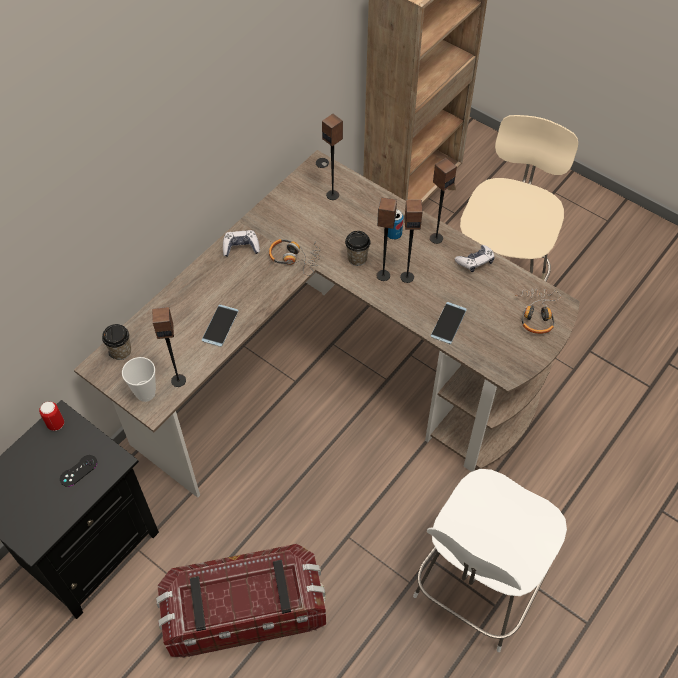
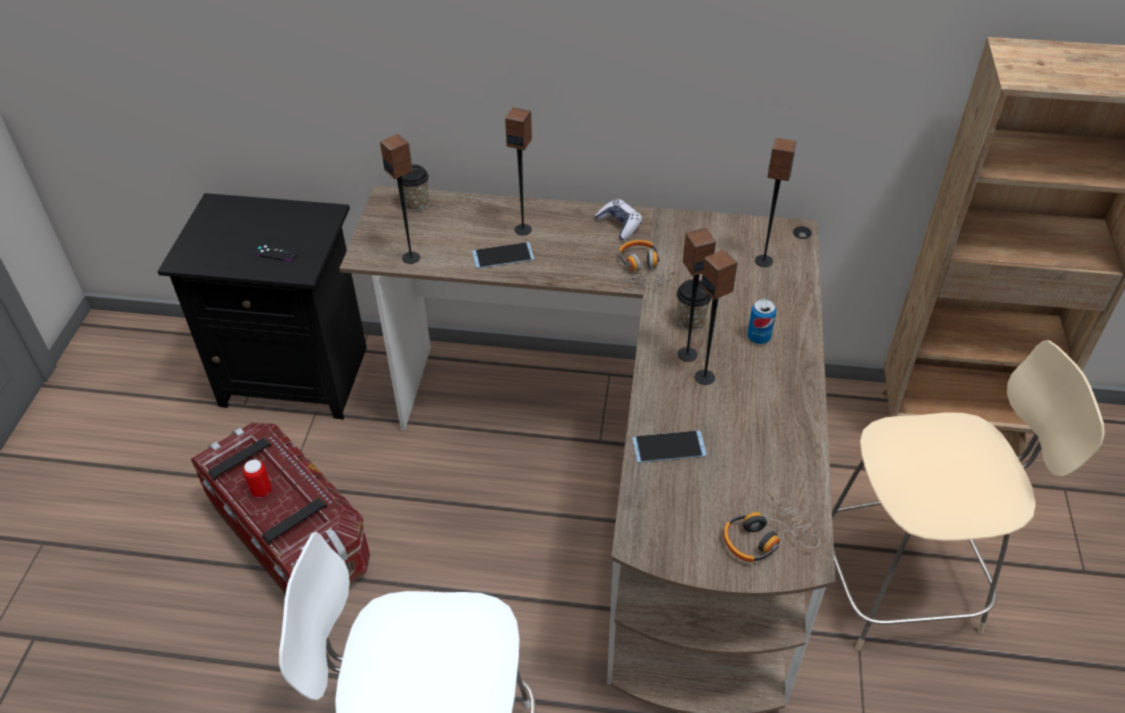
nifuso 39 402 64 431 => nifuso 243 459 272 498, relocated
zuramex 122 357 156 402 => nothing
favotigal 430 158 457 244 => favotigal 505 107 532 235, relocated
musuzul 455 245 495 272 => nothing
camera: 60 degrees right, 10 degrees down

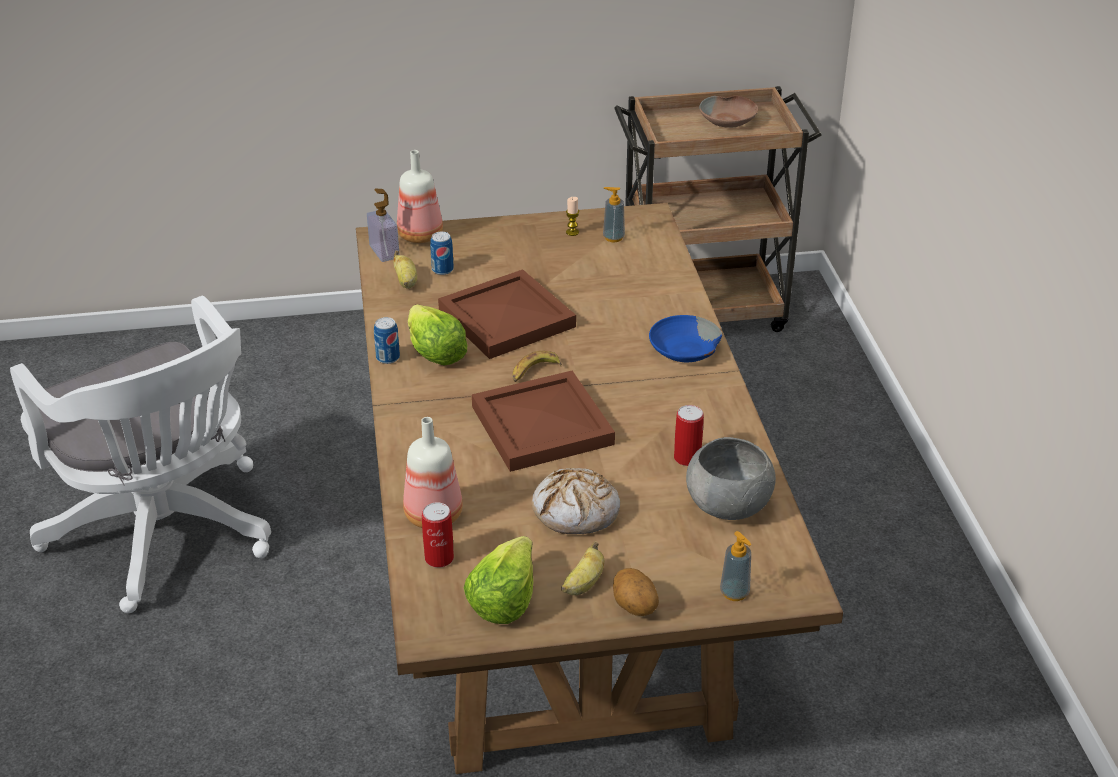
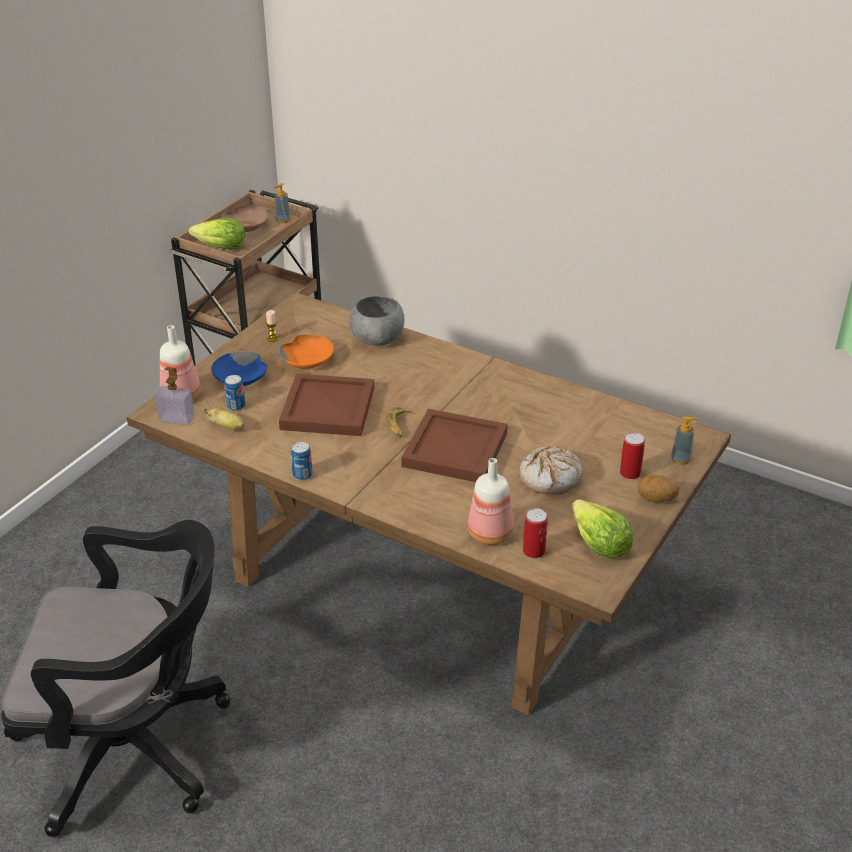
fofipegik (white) 10 296 271 613 => fofipegik (black) 1 520 230 837
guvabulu 408 304 467 366 => guvabulu 189 218 245 250, relocated
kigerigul 561 541 605 595 => nothing
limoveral 603 187 625 242 => limoveral 274 183 291 224, relocated
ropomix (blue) 649 315 722 362 => ropomix (blue) 211 351 268 386, relocated
nifuso 674 405 704 466 => nifuso 620 432 645 479, relocated
ropomix (grey) 686 437 776 520 => ropomix (grey) 350 295 405 346, relocated
nothing => ropomix (orange) 279 334 334 369
camera: 50 degrees left, 0 degrees up

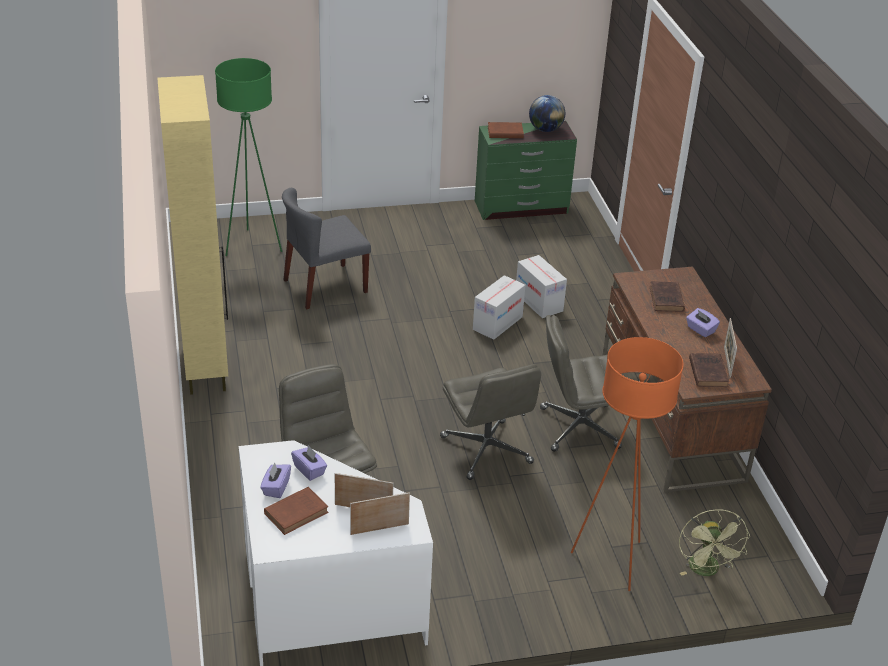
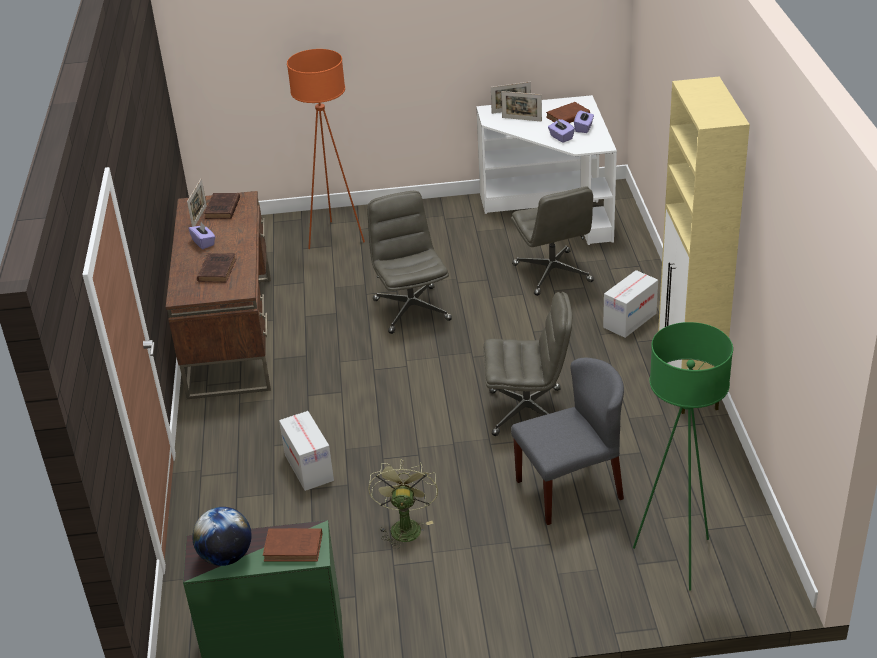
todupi 473 275 526 340 => todupi 603 270 658 338, relocated
fofipegik (grey) 540 315 625 452 => fofipegik (grey) 483 292 572 436, relocated
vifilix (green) 679 509 750 576 => vifilix (green) 368 459 438 549, relocated
camera: 170 degrees left, 0 degrees up

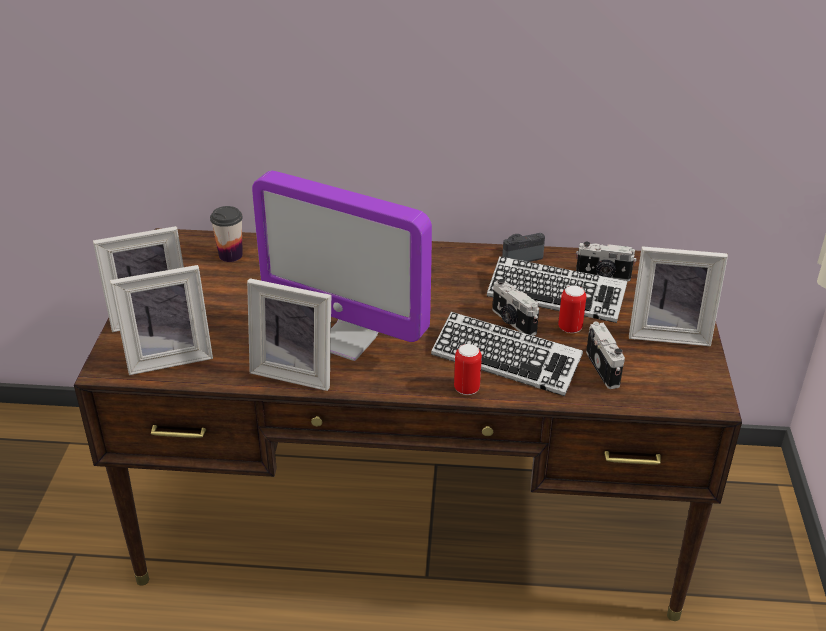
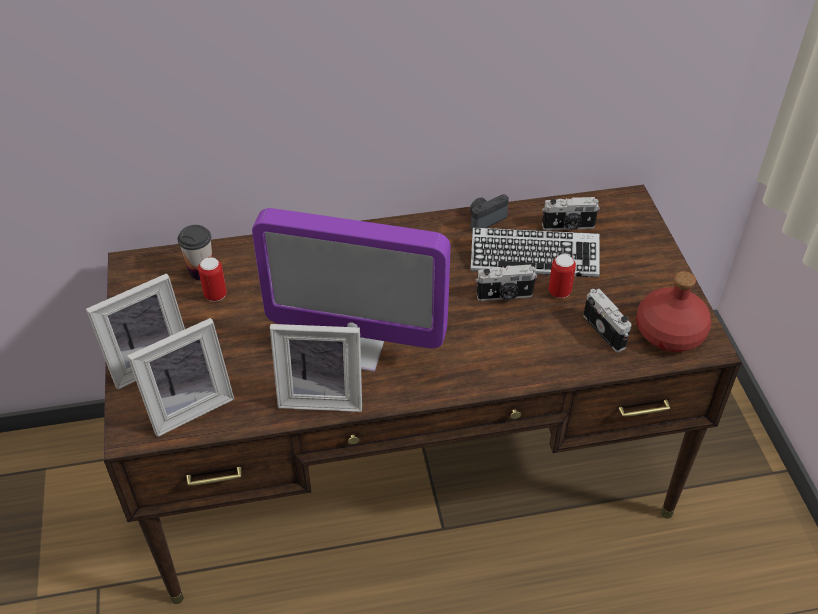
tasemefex 431 312 583 396 => nothing
nifuso 454 344 482 395 => nifuso 198 257 227 301, relocated
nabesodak 492 279 539 336 => nabesodak 476 264 537 301, 45 degrees counterclockwise
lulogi 629 246 728 346 => nothing
nothing => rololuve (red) 636 271 711 352
camera: 15 degrees left, 10 degrees up

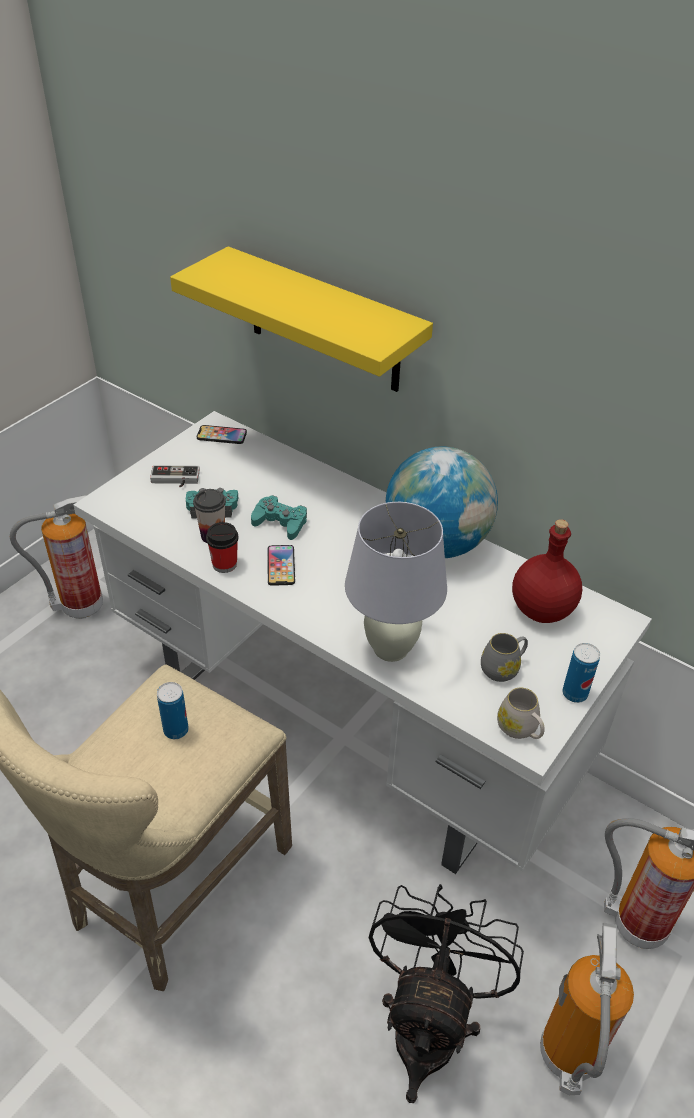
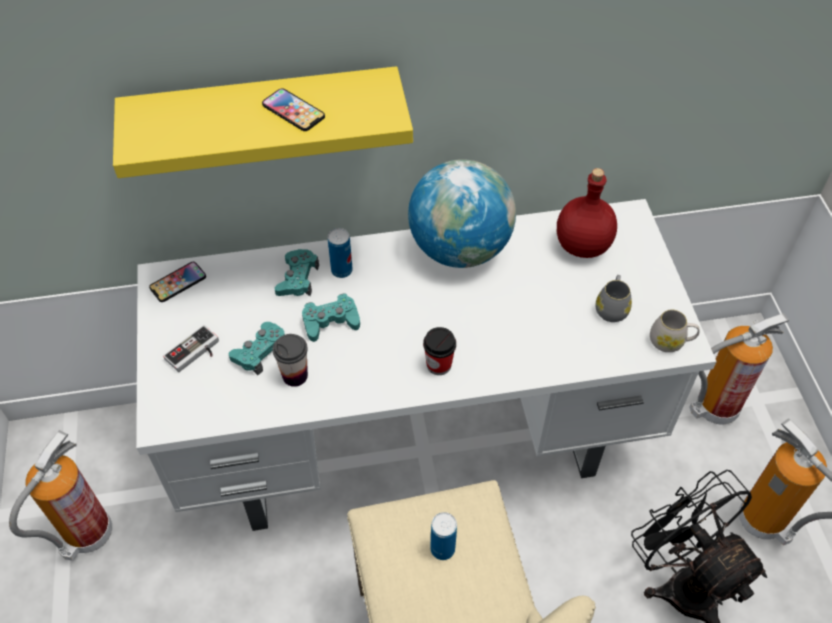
zuramex 206 522 239 573 => zuramex 423 327 456 375, relocated
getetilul 267 545 295 586 => getetilul 262 88 325 131, relocated
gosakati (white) 345 502 447 662 => nothing
nifuso 562 643 600 703 => nifuso 328 228 353 278, relocated
nothing => musuzul (turquoise) 274 249 319 296
camera: 45 degrees left, 10 degrees up

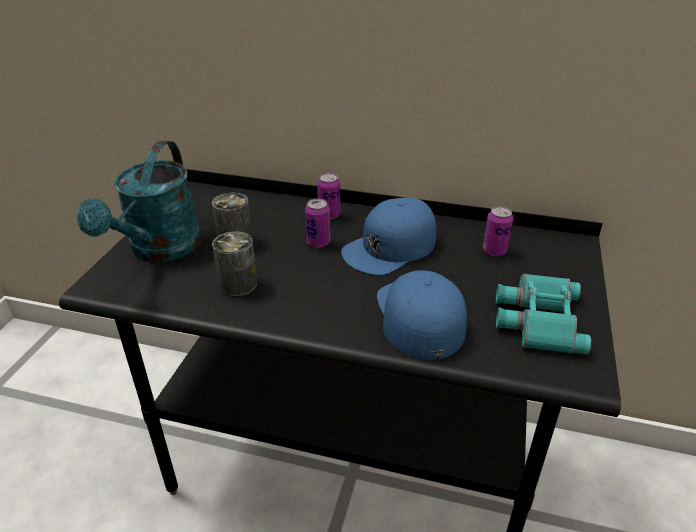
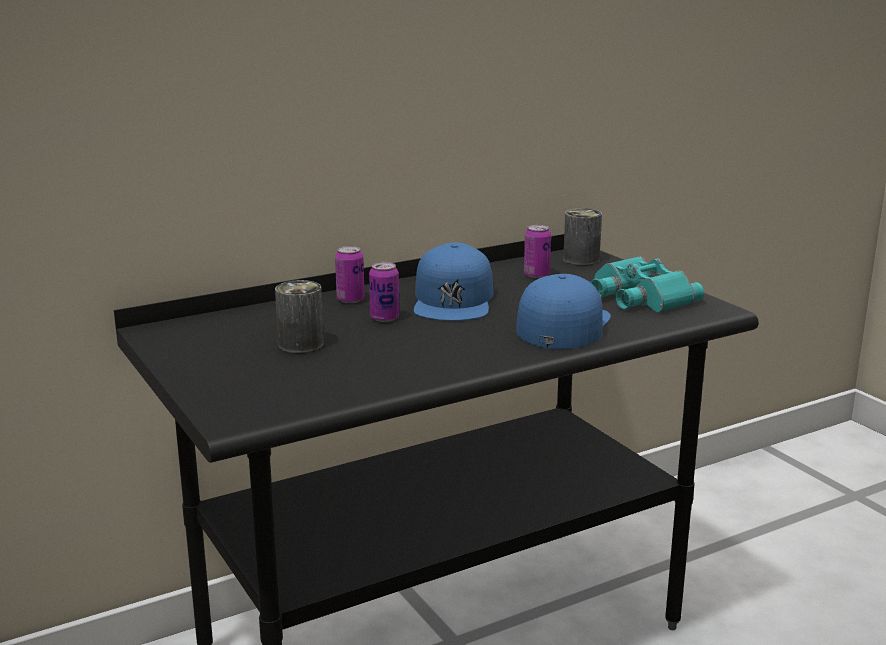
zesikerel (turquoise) 77 140 201 263 => nothing
nifuso 212 231 257 296 => nifuso 563 208 602 265, relocated
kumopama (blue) 377 270 467 360 => kumopama (blue) 516 274 611 349, 75 degrees clockwise
camera: 45 degrees left, 15 degrees down

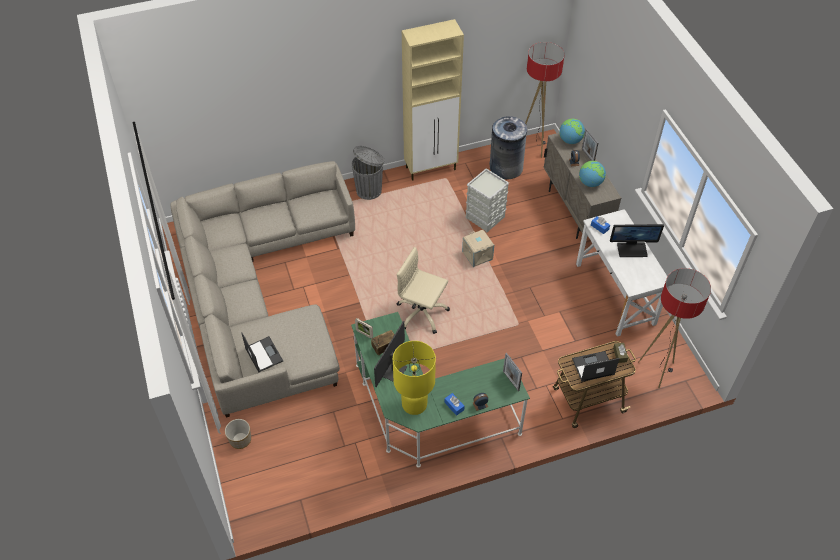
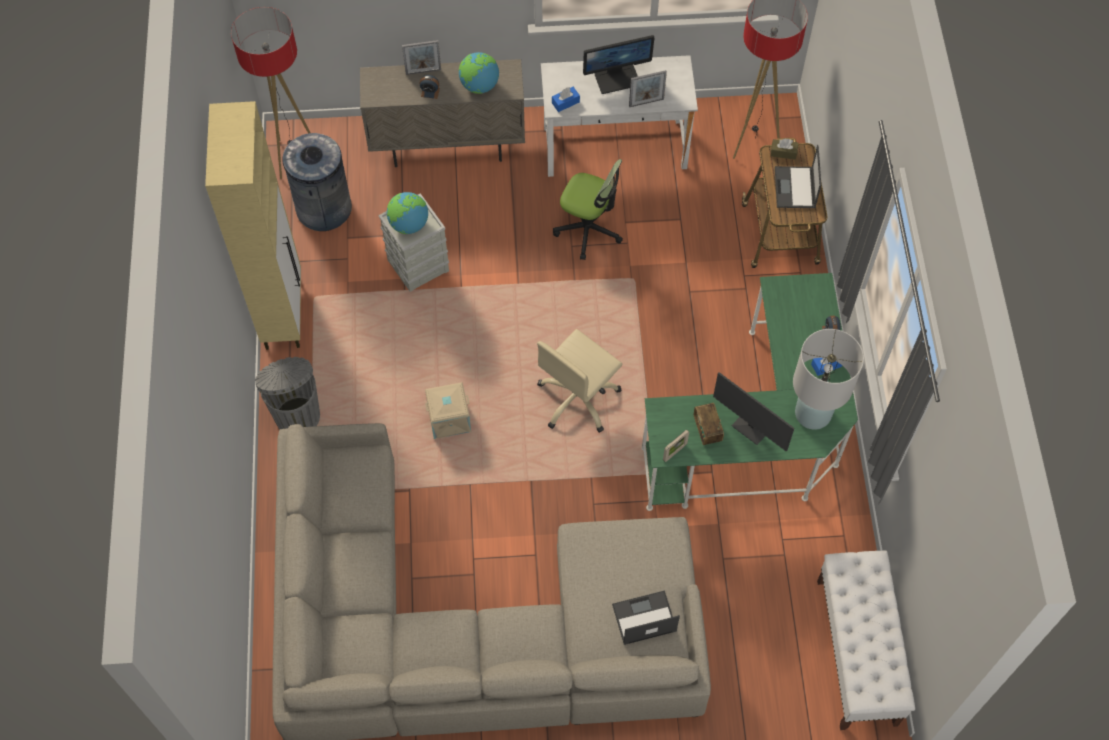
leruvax 225 419 251 449 => nothing
gosakati (yellow) 393 341 436 415 => gosakati (white) 793 329 864 430
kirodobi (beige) 462 230 494 267 => kirodobi (beige) 425 382 471 439, relocated
lulogi 503 353 522 391 => lulogi 629 70 667 107, relocated
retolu 559 119 585 144 => retolu 387 192 428 234, relocated
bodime 610 224 664 257 => bodime 583 35 654 94, 60 degrees clockwise
nothing => fofipegik 553 159 623 260
nothing => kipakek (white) 817 551 915 730
camera: 75 degrees left, 10 degrees up

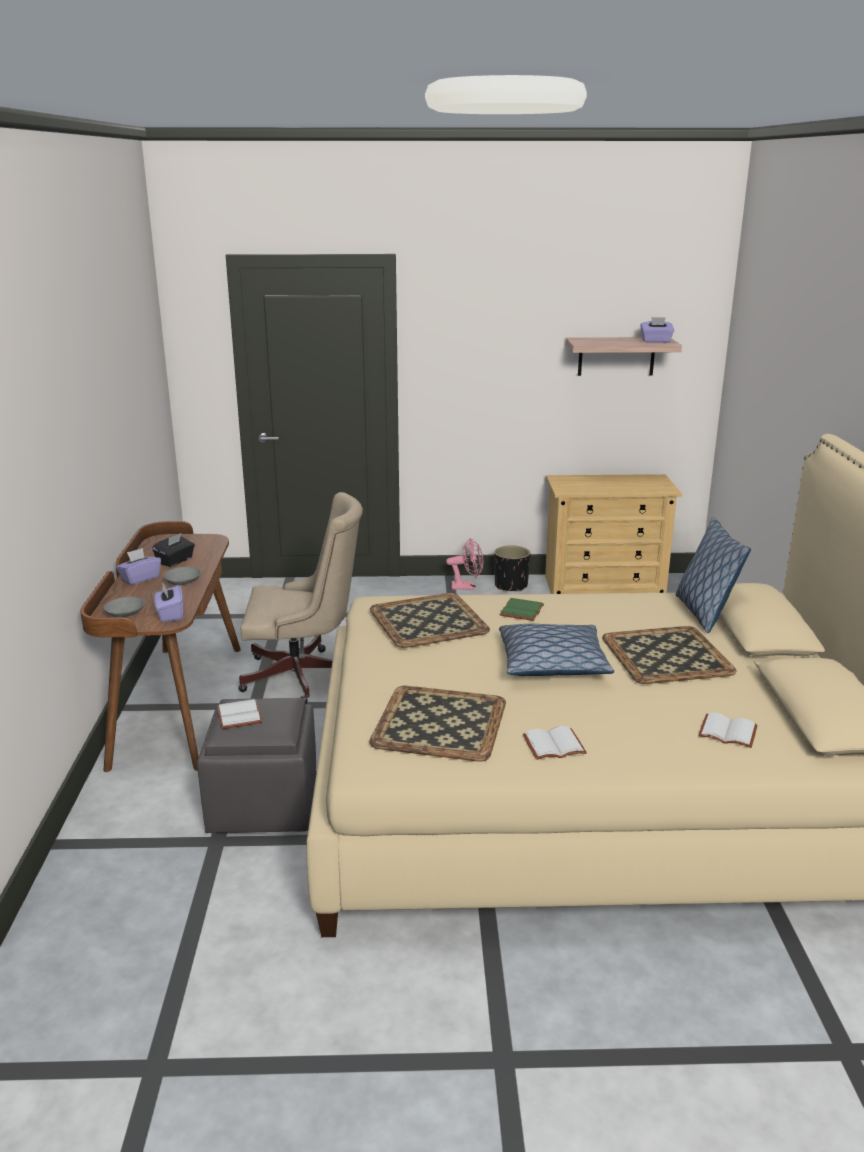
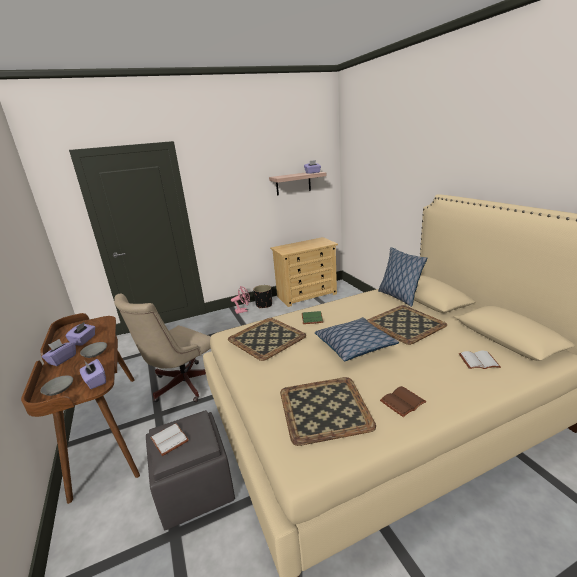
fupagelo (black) 152 533 195 567 => fupagelo (purple) 65 322 95 345
fofipegik (beige) 238 492 363 703 => fofipegik (beige) 114 294 211 402, 150 degrees clockwise
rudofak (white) 523 726 587 760 => rudofak (brown) 380 386 427 417
camera: 20 degrees left, 0 degrees up

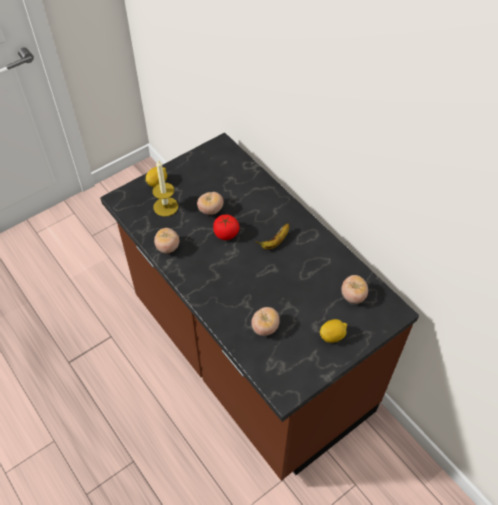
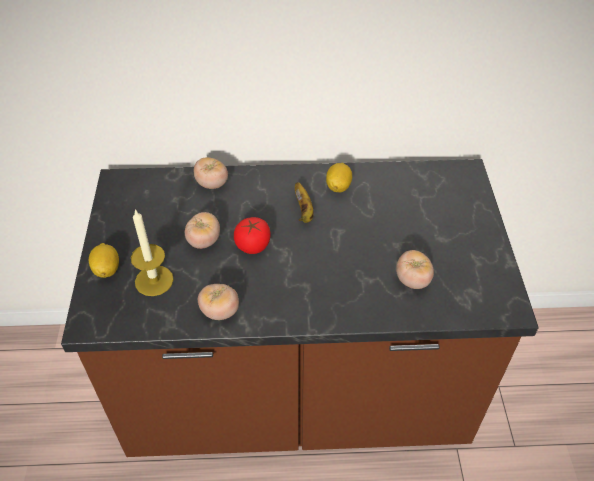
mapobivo 320 319 347 343 => mapobivo 326 163 352 192, relocated
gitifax 342 275 368 304 => gitifax 194 157 228 189, relocated
camera: 55 degrees left, 5 degrees down

